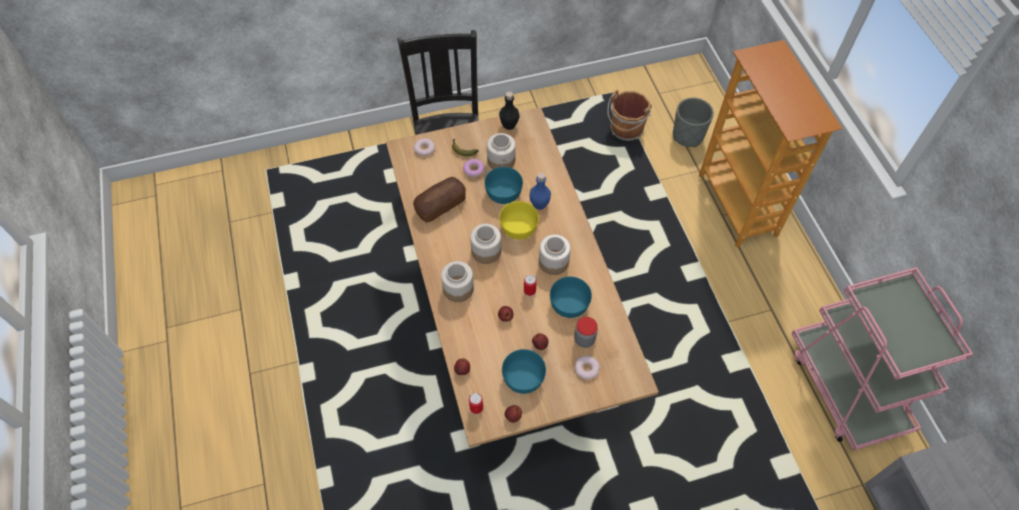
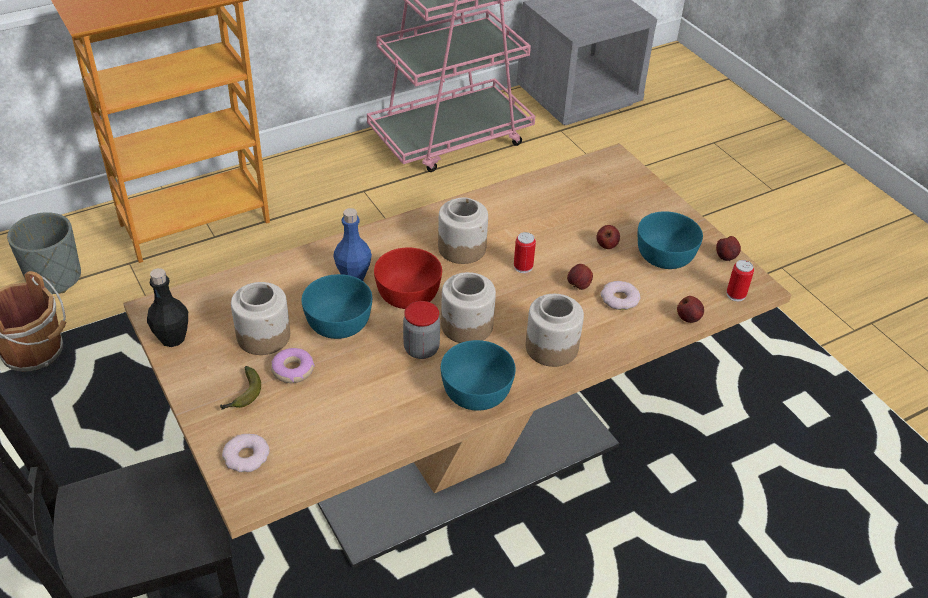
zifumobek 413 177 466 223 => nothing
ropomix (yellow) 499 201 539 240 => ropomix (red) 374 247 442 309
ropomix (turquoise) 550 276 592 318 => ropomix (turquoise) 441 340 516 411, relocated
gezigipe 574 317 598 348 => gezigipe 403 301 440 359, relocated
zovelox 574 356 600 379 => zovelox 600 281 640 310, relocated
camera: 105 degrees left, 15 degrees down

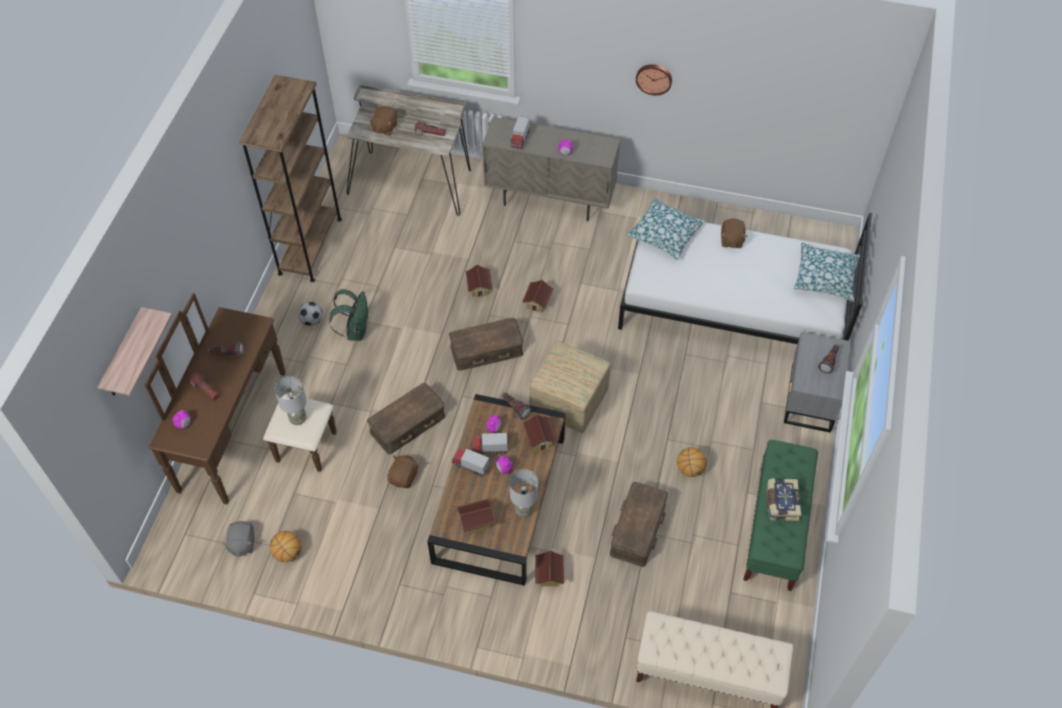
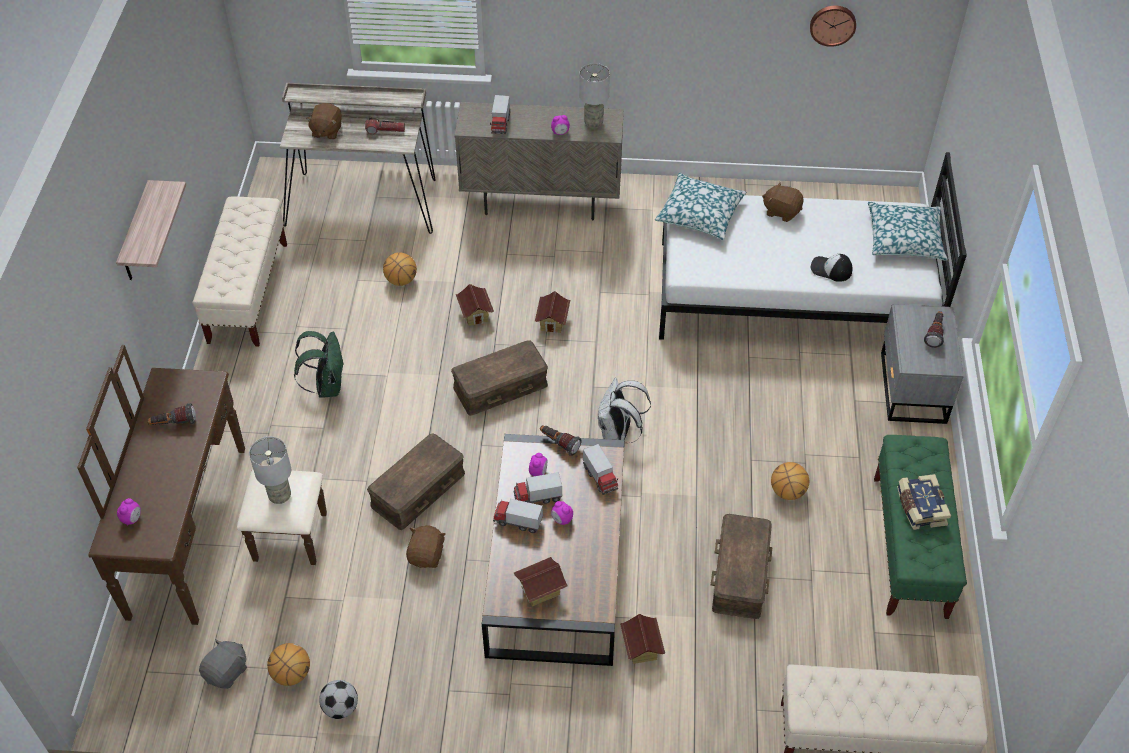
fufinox 98 307 172 396 => fufinox 116 180 186 280, relocated
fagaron 189 372 220 400 => nothing
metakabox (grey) 223 521 255 558 => metakabox (grey) 199 639 247 689, 135 degrees counterclockwise
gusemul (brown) 239 75 342 282 => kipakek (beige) 192 197 287 347
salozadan 298 301 323 326 => salozadan 319 680 358 719, relocated
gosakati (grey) 509 469 538 517 => gosakati (grey) 579 63 610 128, relocated
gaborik 523 415 558 452 => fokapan 583 444 618 495
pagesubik 529 341 610 433 => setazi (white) 598 377 651 443
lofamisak 636 64 672 95 => lofamisak 810 6 856 47, relocated
metakabox (brown) 721 219 747 248 => metakabox (brown) 762 182 804 222, 120 degrees clockwise
nothing => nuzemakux 383 252 417 286
nothing => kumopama 811 254 853 282
camera: 10 degrees left, 5 degrees down

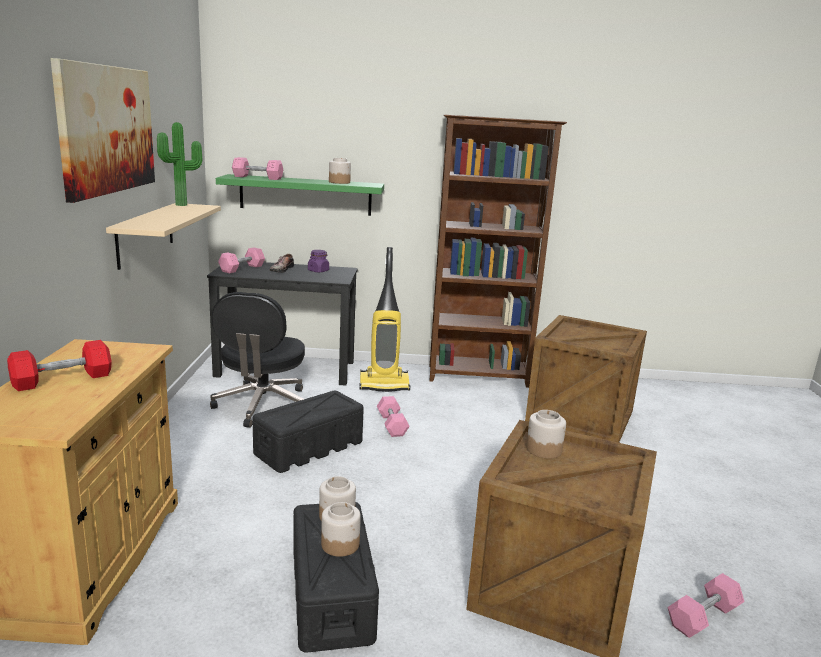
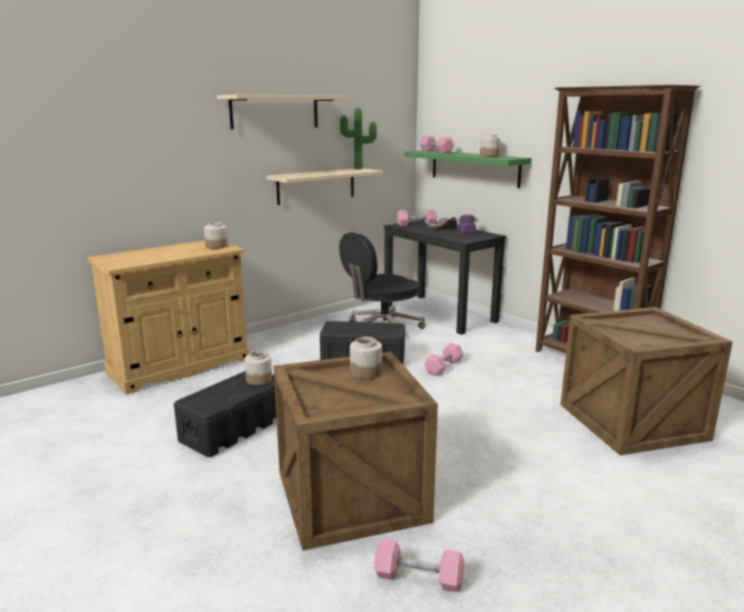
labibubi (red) 7 340 112 391 => nothing
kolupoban 50 58 155 203 => fufinox (beige) 217 95 348 130
gezigipe 321 502 361 557 => gezigipe 204 222 228 249, relocated
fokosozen 359 247 410 392 => nothing
camera: 50 degrees right, 0 degrees up

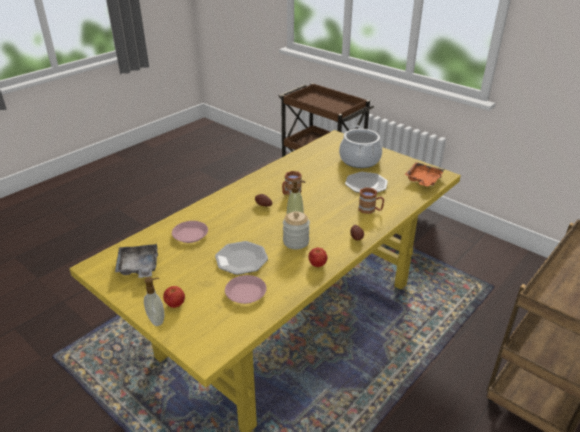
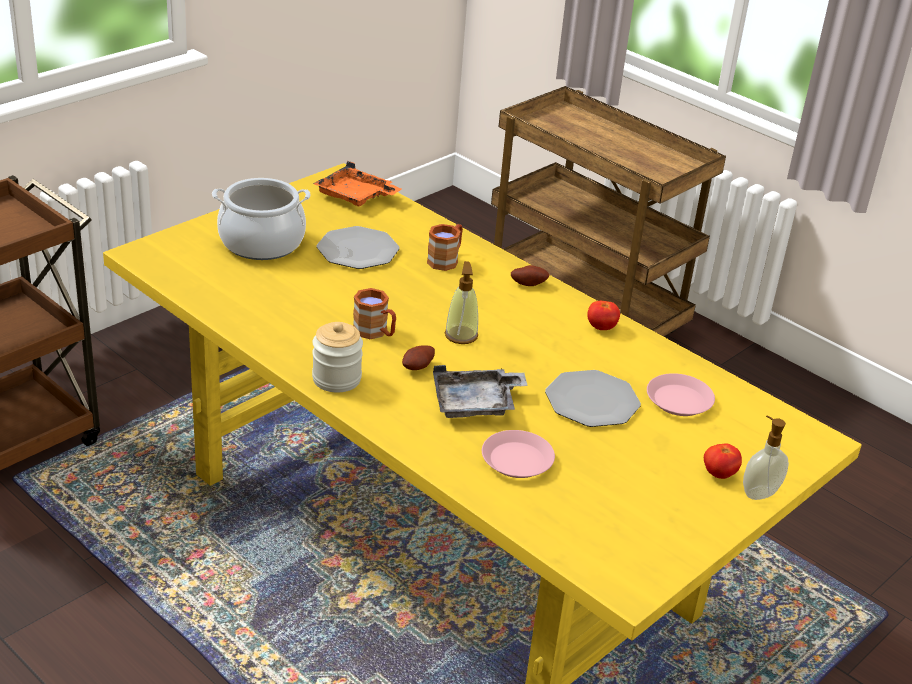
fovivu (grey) 115 244 158 278 => fovivu (grey) 433 365 528 418, relocated
gezigipe 283 212 310 249 => gezigipe 312 322 363 393, relocated
camera: 90 degrees left, 0 degrees up

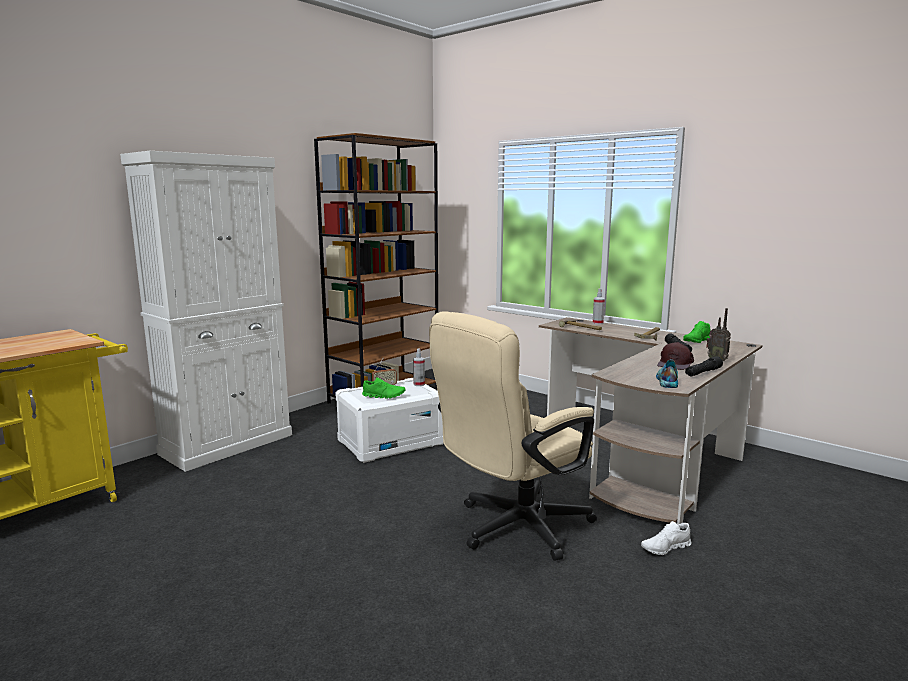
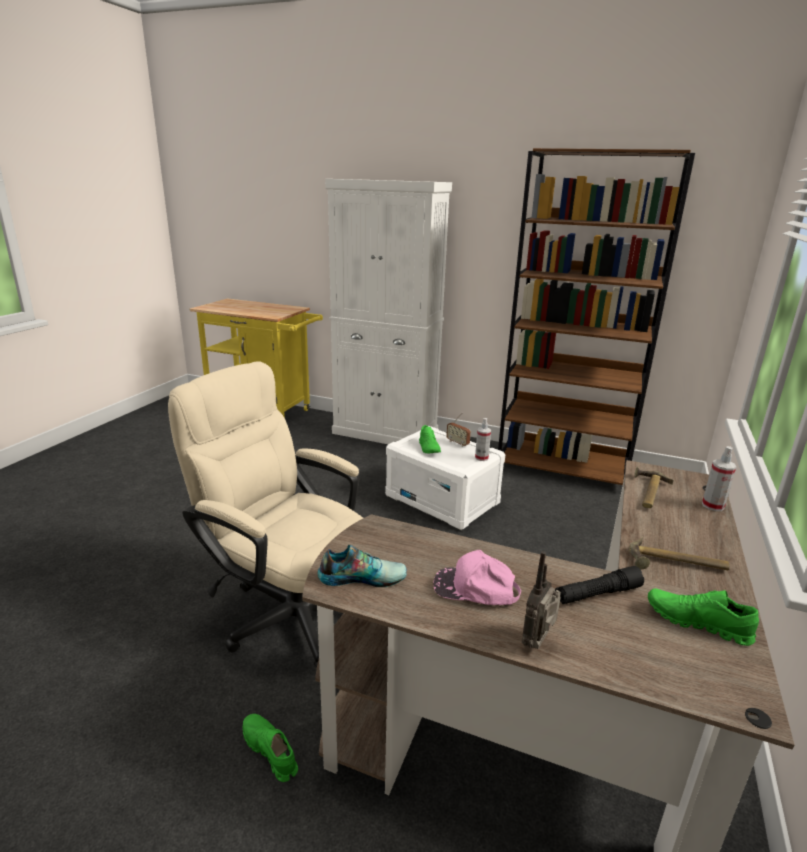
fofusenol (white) 641 521 692 555 => fofusenol (green) 242 714 298 782
kumopama (brown) 657 342 694 370 => kumopama (pink) 433 550 521 605
fagaron (black) 685 356 723 376 => nothing
camera: 70 degrees right, 10 degrees up

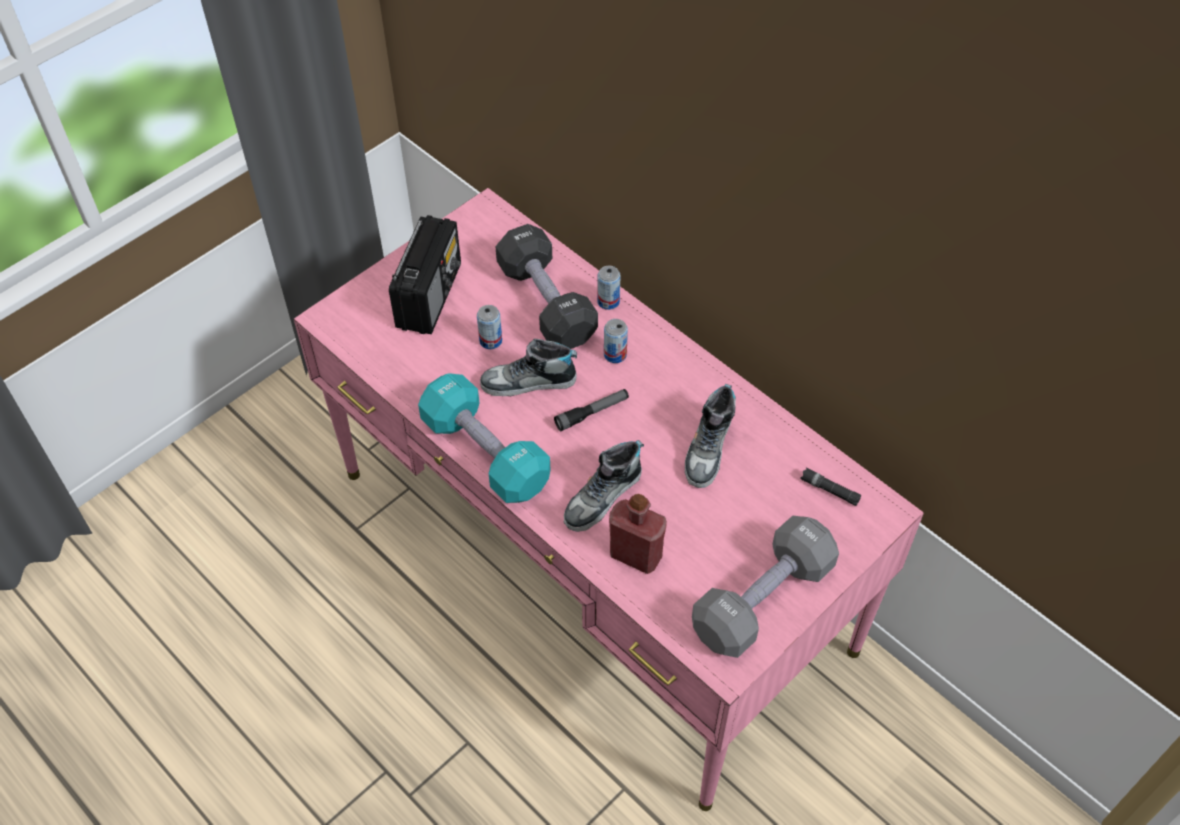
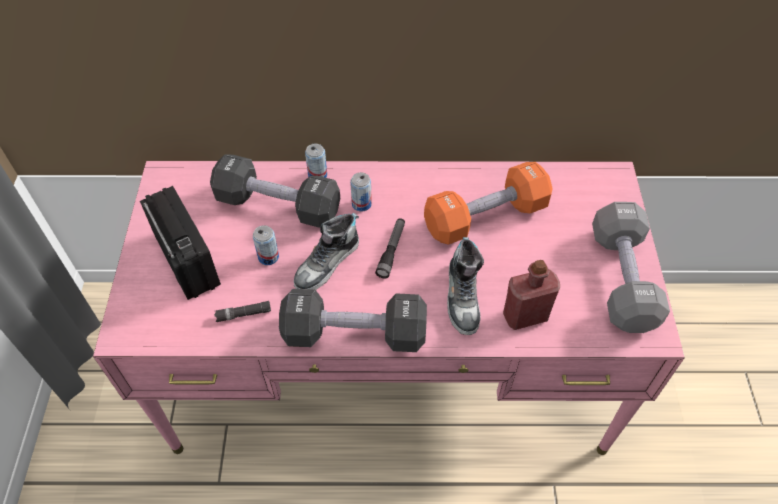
labibubi (turquoise) 418 373 550 503 => labibubi (black) 279 289 427 352
fofusenol 685 384 736 488 => labibubi (orange) 424 162 553 245
fagaron (black) 800 468 861 506 => fagaron (black) 214 301 271 322, relocated
camera: 45 degrees left, 0 degrees up

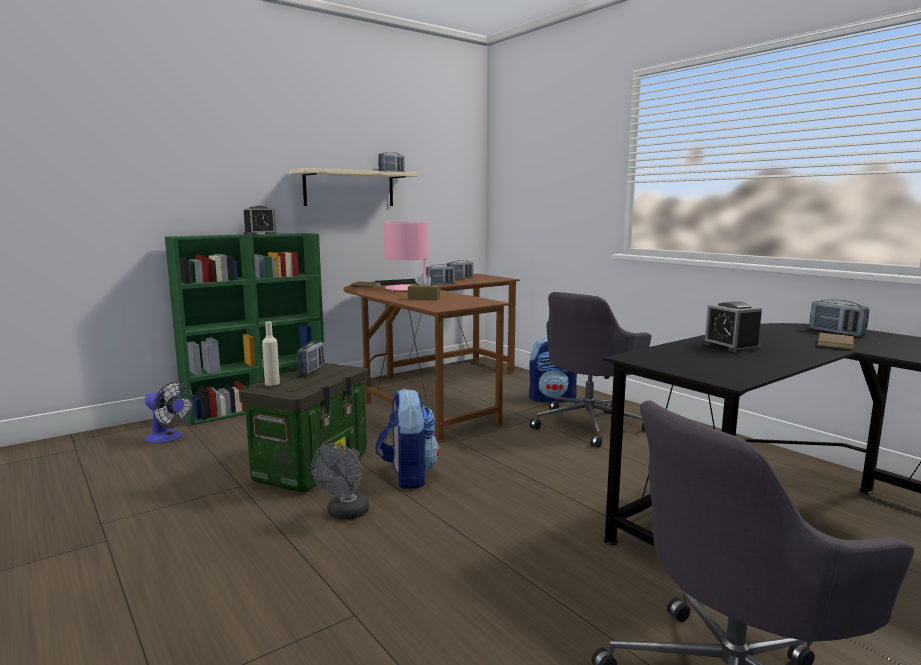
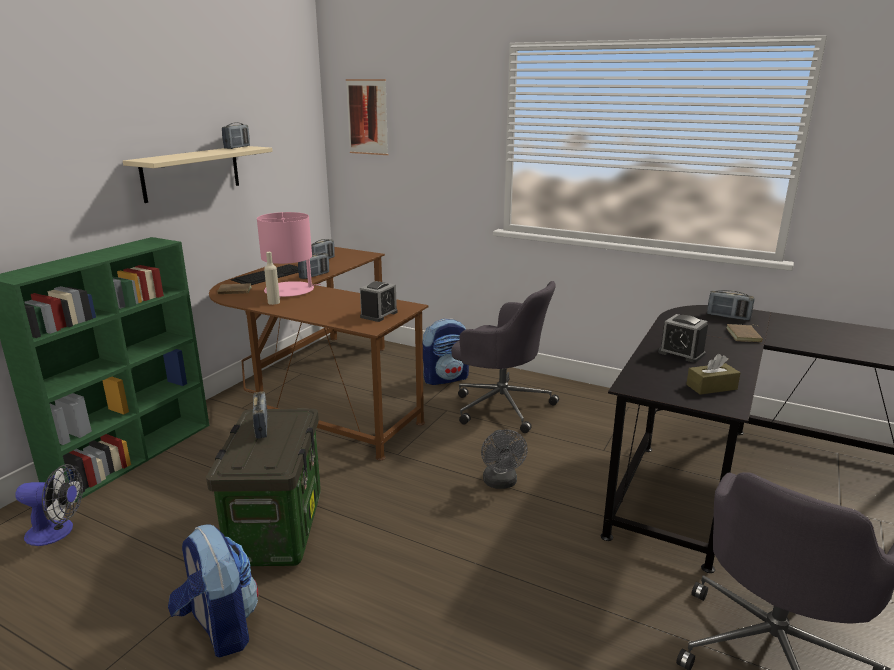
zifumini 244 206 278 235 => zifumini 360 281 398 322, relocated
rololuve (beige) 262 322 280 386 => rololuve (beige) 264 252 280 305, relocated
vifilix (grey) 311 443 369 520 => vifilix (grey) 481 430 528 489, relocated
setazi 375 388 439 489 => setazi 168 525 258 657, relocated
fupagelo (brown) 408 273 440 300 => fupagelo (brown) 686 354 741 395, relocated
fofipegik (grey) 530 292 651 447 => fofipegik (grey) 451 281 559 433, 75 degrees counterclockwise
nothing => kolupoban 346 79 388 155
camera: 25 degrees left, 10 degrees up

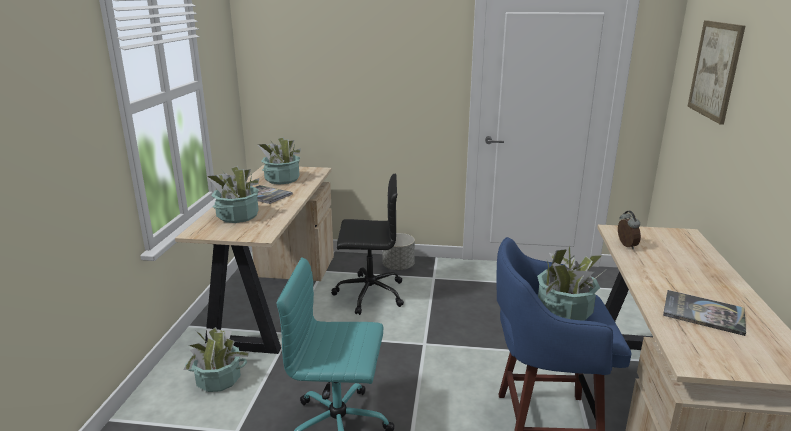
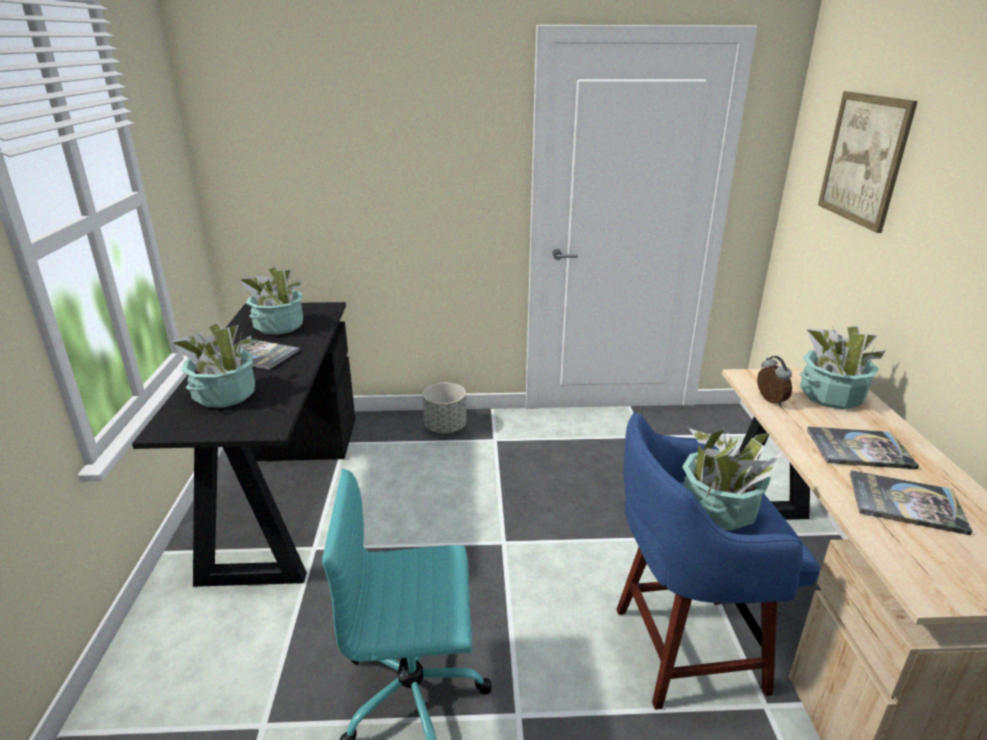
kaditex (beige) 175 165 334 354 => kaditex (black) 132 302 355 587
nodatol 183 327 250 392 => nodatol 800 326 885 409, relocated
fofipegik (black) 331 174 404 315 => nothing
nothing => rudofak 807 426 919 469
camera: 10 degrees left, 5 degrees up

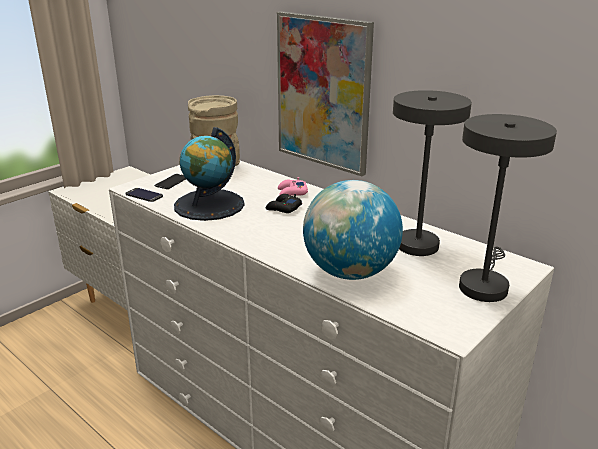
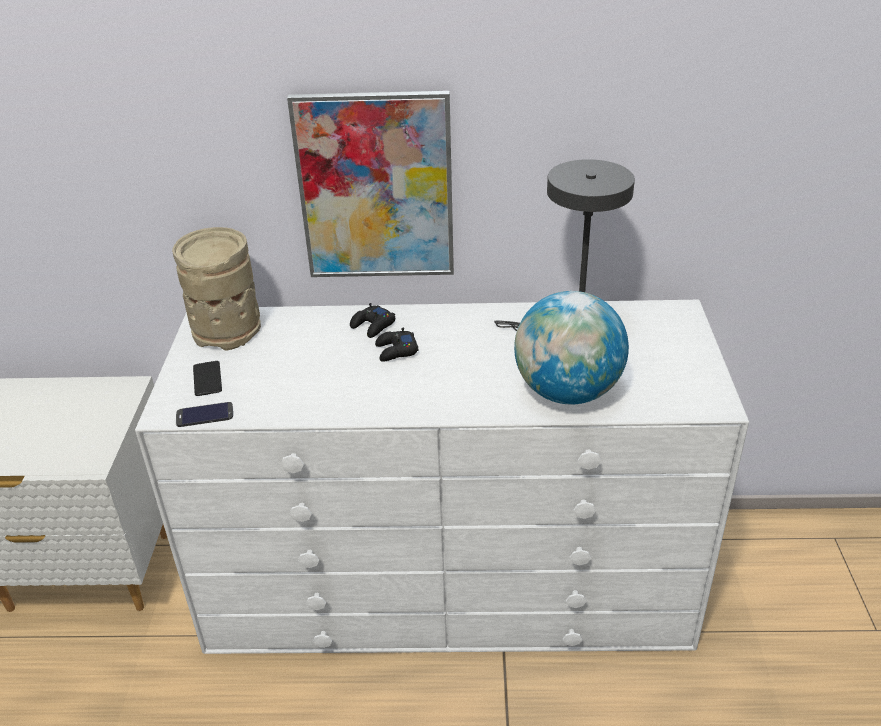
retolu 174 127 245 221 => nothing
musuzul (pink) 278 177 308 196 => musuzul (black) 350 303 395 338
gosakati (grey) 459 114 557 302 => nothing
camera: 40 degrees left, 10 degrees up

